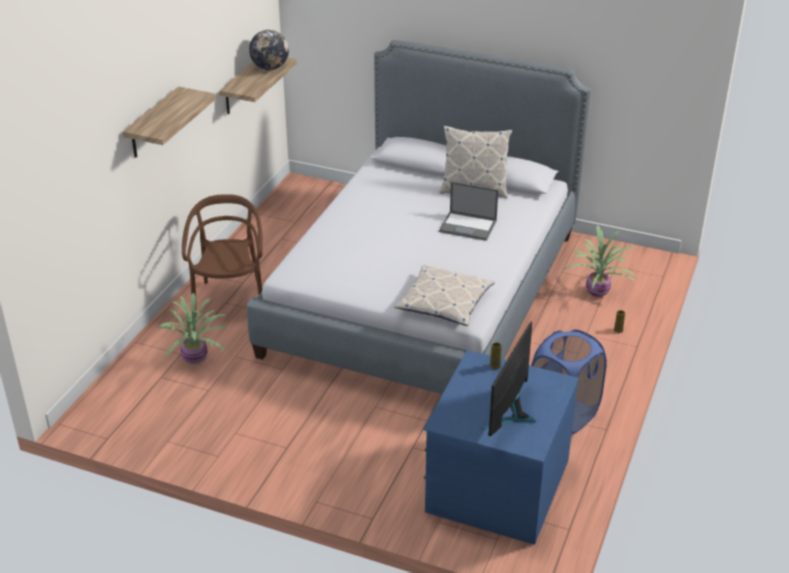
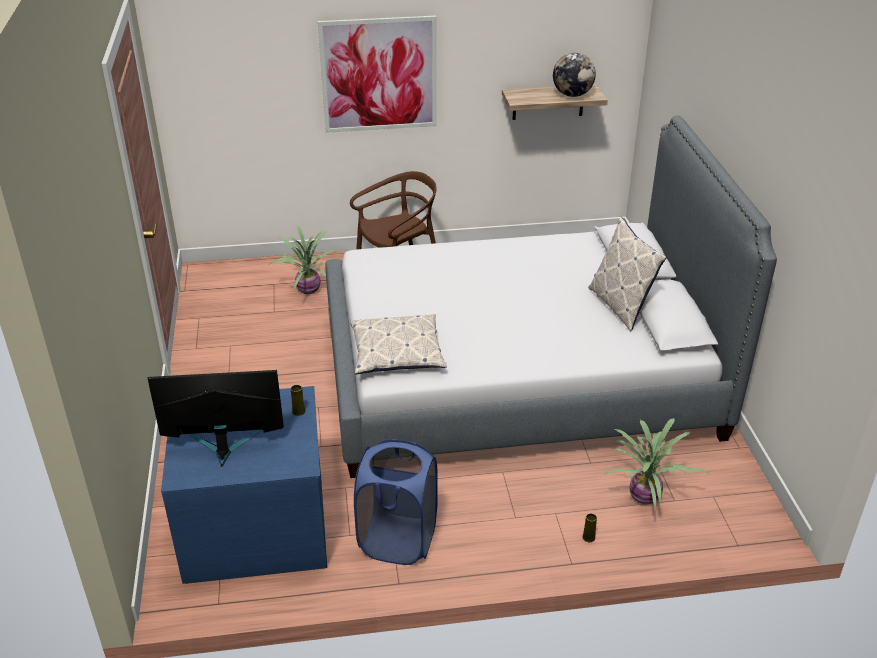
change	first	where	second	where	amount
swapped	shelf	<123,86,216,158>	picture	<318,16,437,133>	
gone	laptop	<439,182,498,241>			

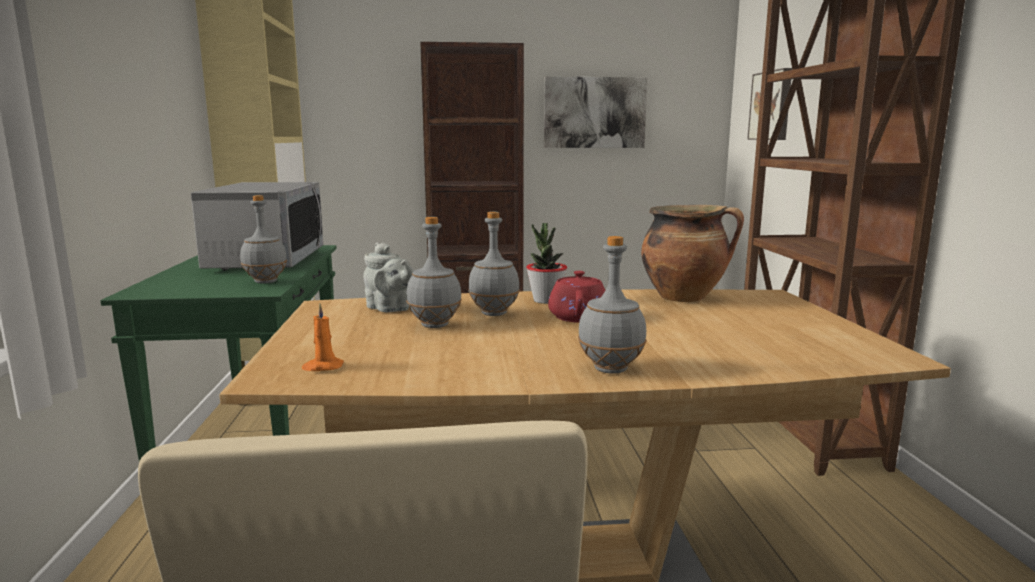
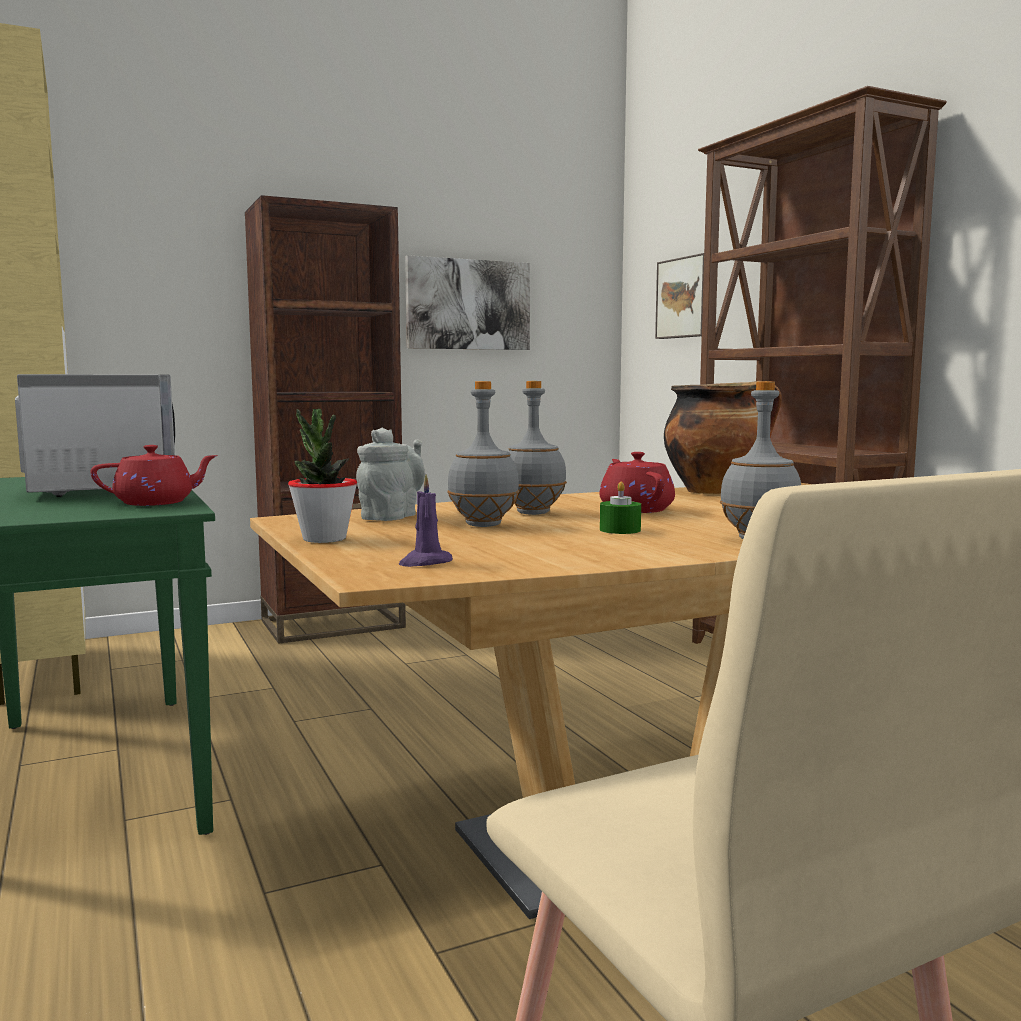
change	first	where	second	where	amount
swapped	bottle (grey)	<240,195,287,283>	teapot (red)	<91,445,218,506>	
shifted	potted plant	<526,223,567,304>		<288,409,357,543>	
rotated	teapot (grey)	<364,243,414,312>		<356,428,425,521>	90 degrees counterclockwise
repainted	candle (orange)	<302,304,344,371>	candle (purple)	<399,474,453,567>	
new			candle (green)	<600,482,641,534>	

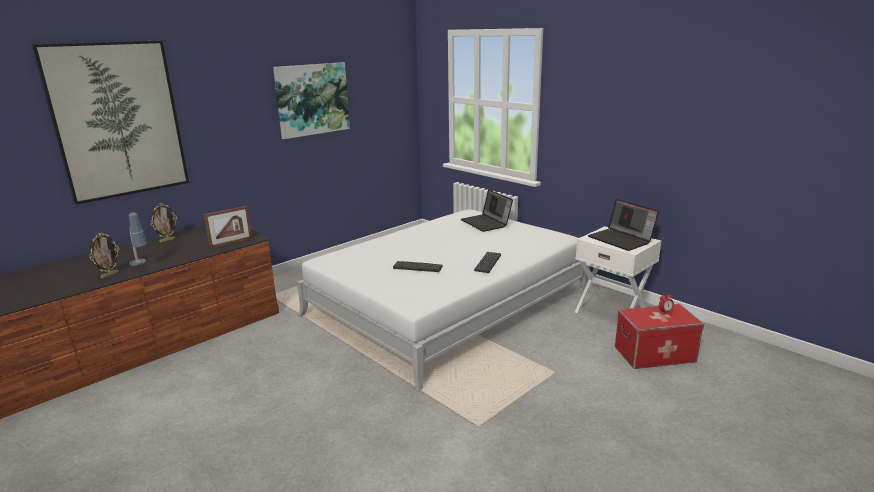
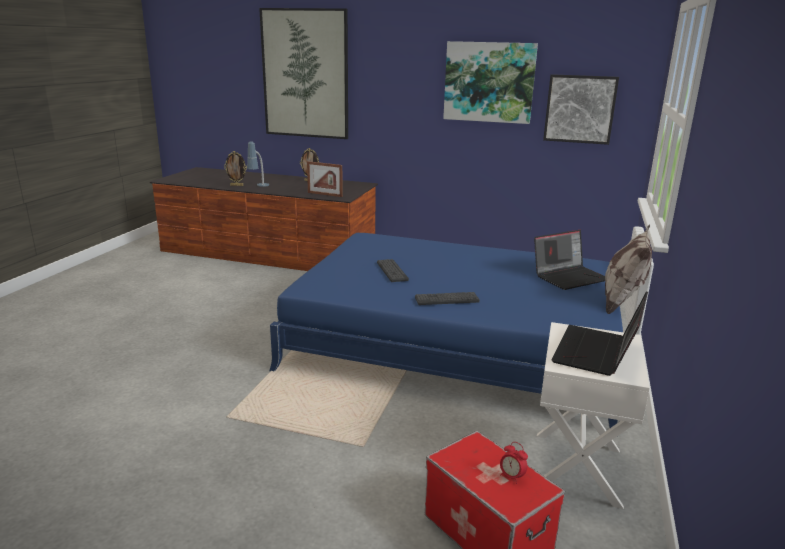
change	first	where	second	where	amount
repainted	bed (white)	<297,209,590,392>	bed (blue)	<269,233,623,437>	
rotated	laptop	<461,189,513,232>		<534,230,605,290>	150 degrees counterclockwise
new			picture	<543,74,619,145>	
new			pillow	<605,224,652,314>	

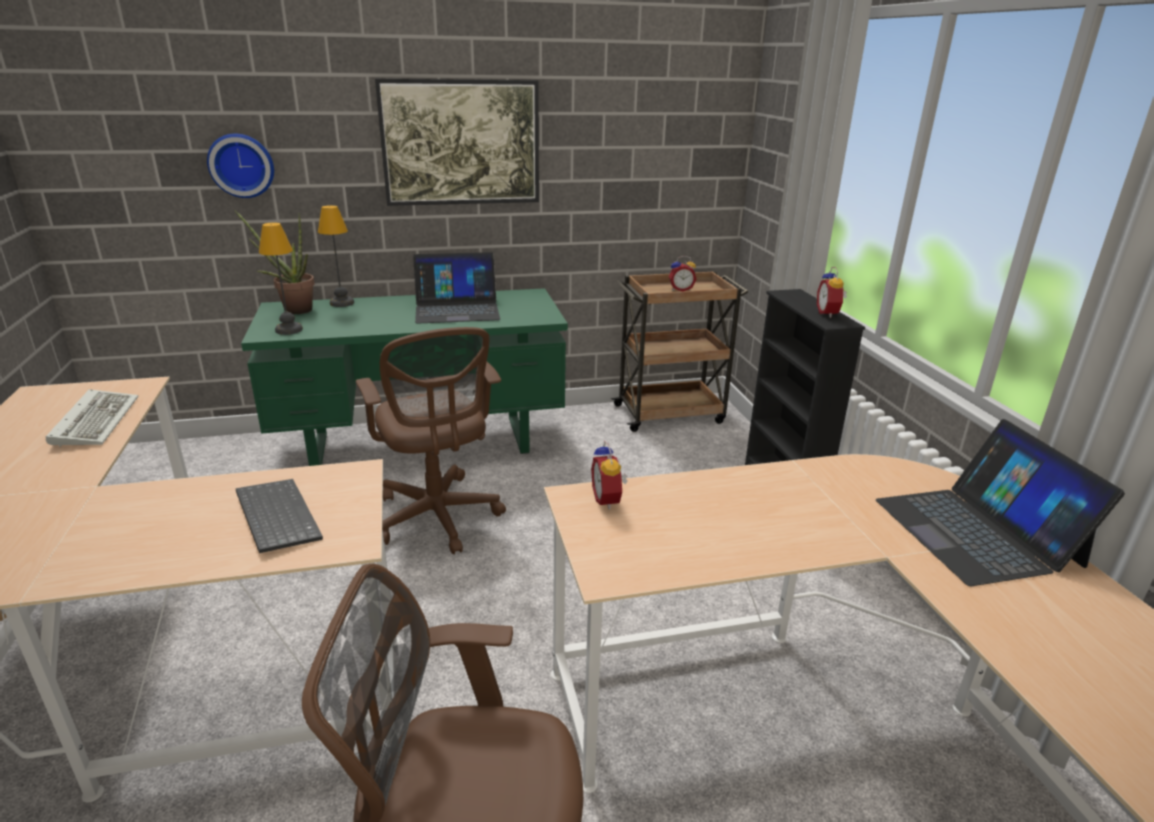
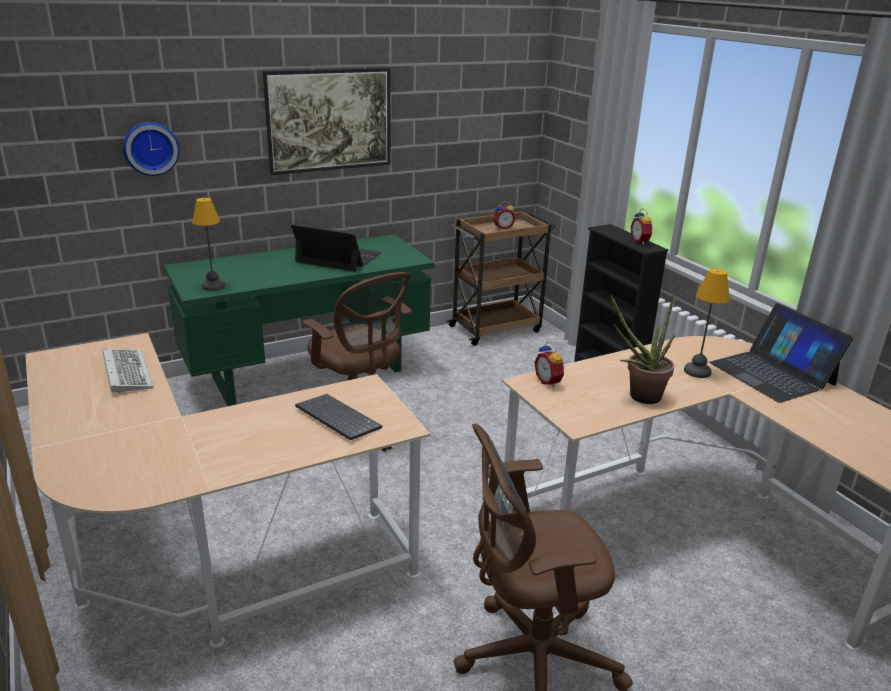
change	first	where	second	where	amount
rotated	laptop	<413,252,500,324>		<291,223,382,272>	135 degrees counterclockwise
shifted	potted plant	<234,210,315,314>		<610,290,675,404>	
shifted	table lamp	<318,205,354,307>		<684,268,730,378>	

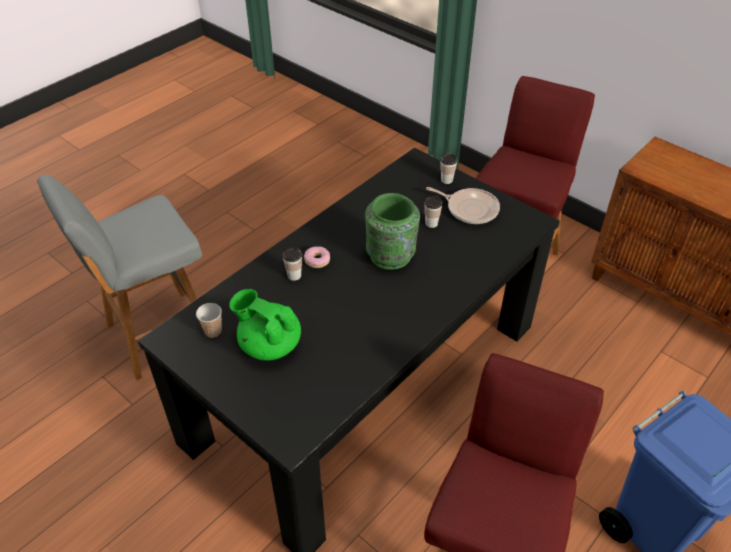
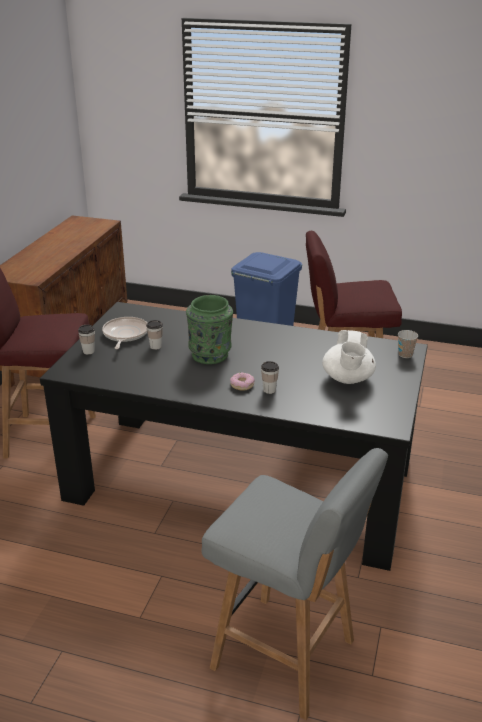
change	first	where	second	where	amount
repainted	teapot (green)	<229,289,301,361>	teapot (white)	<322,330,376,384>	
shifted	cup	<196,303,222,338>		<398,330,418,358>	

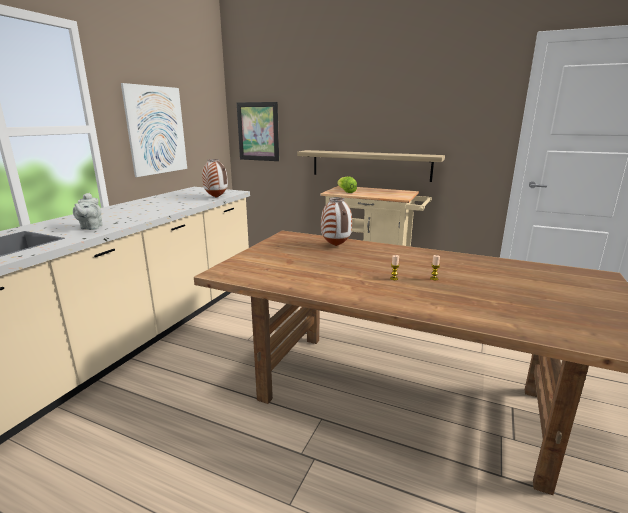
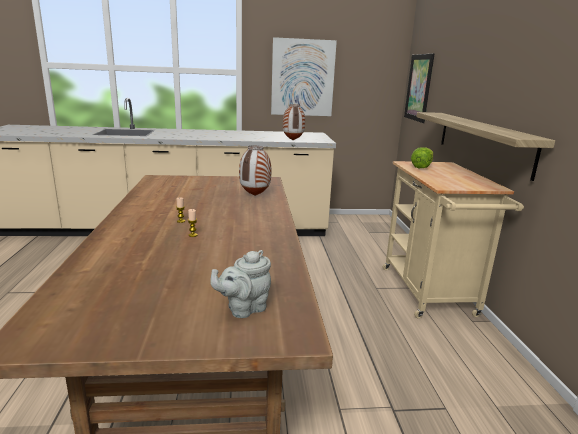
change	first	where	second	where	amount
shifted	teapot (grey)	<73,193,103,230>		<210,250,271,318>	

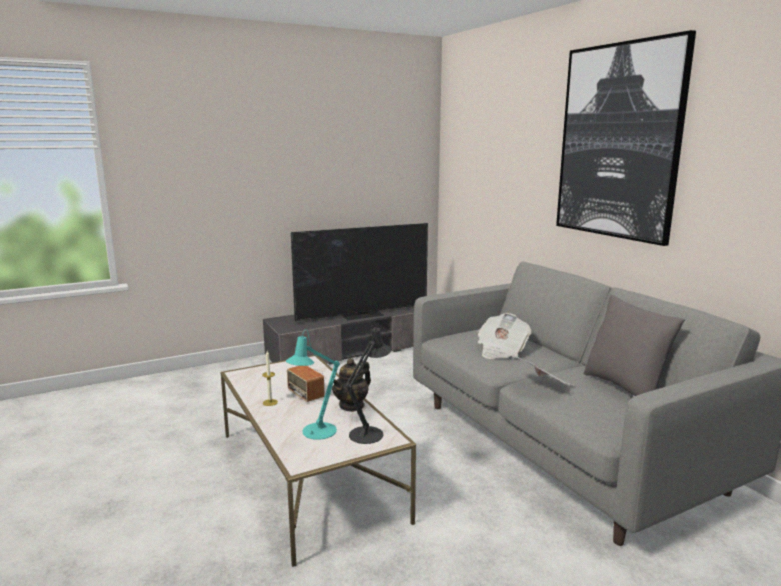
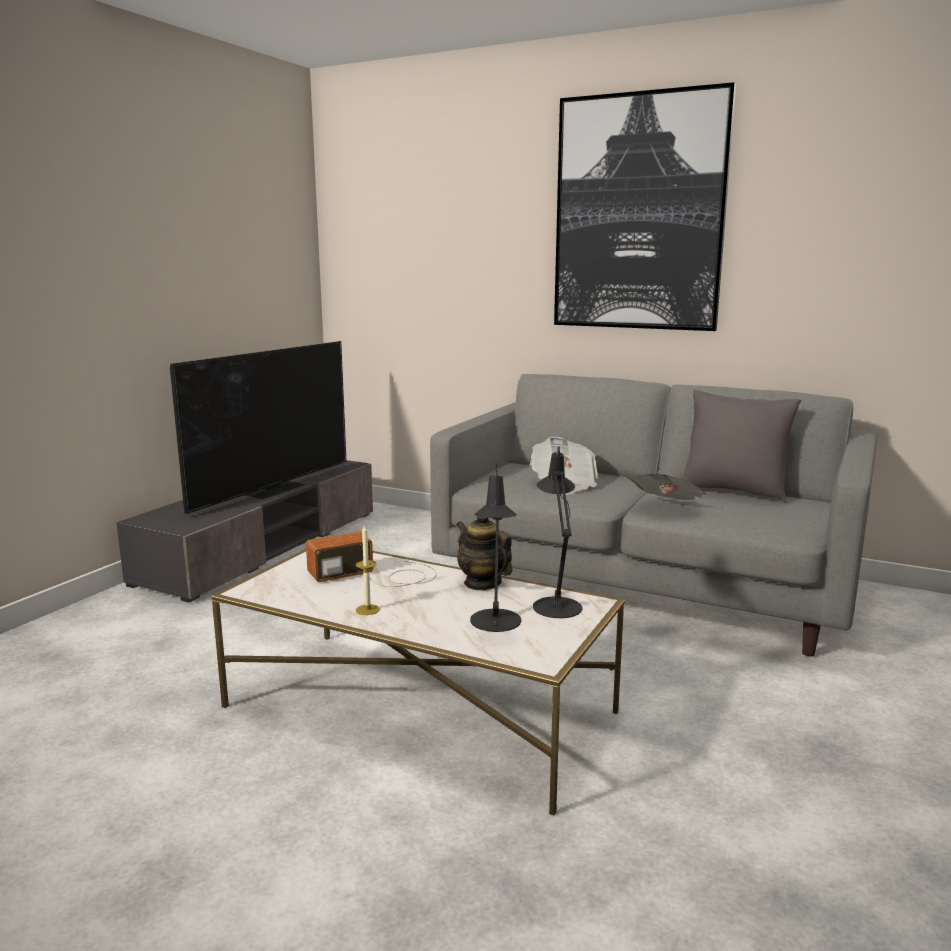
change	first	where	second	where	amount
rotated	radio	<287,366,326,402>		<306,532,437,587>	135 degrees clockwise
rotated	teapot	<332,358,371,412>		<456,516,512,590>	135 degrees clockwise
repainted	table lamp (turquoise)	<286,329,340,440>	table lamp (black)	<470,464,521,632>	

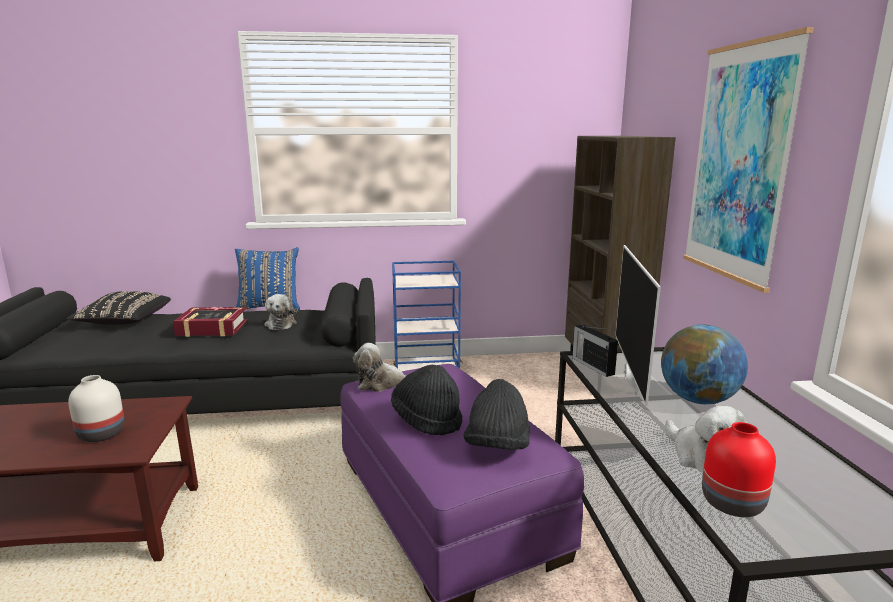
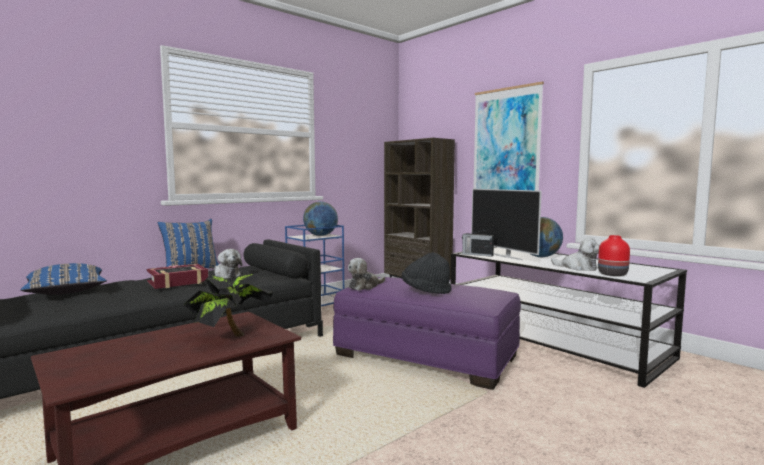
change	first	where	second	where	amount
repainted	pillow (black)	<67,291,171,325>	pillow (blue)	<20,263,107,295>	
swapped	vase (white)	<68,375,124,442>	potted plant	<183,273,273,336>	
new			globe	<303,202,338,236>	
gone	hat (black)	<463,379,530,450>			

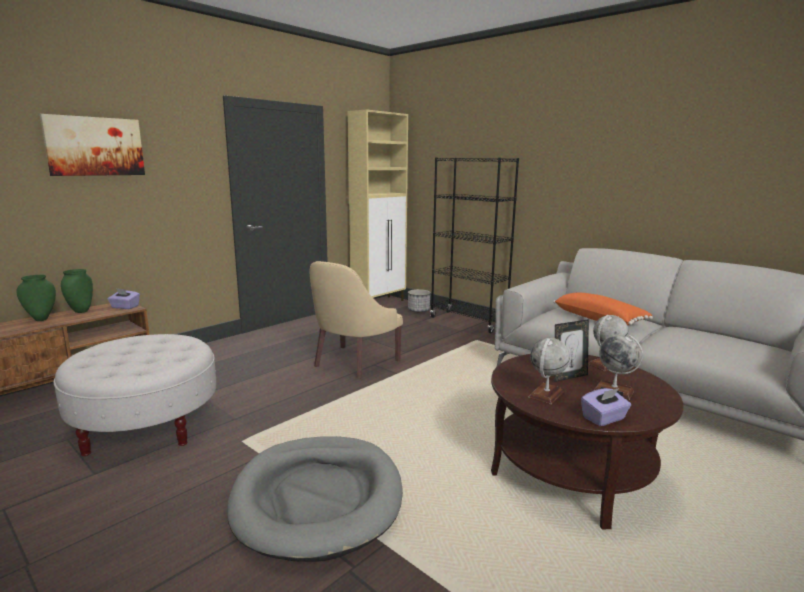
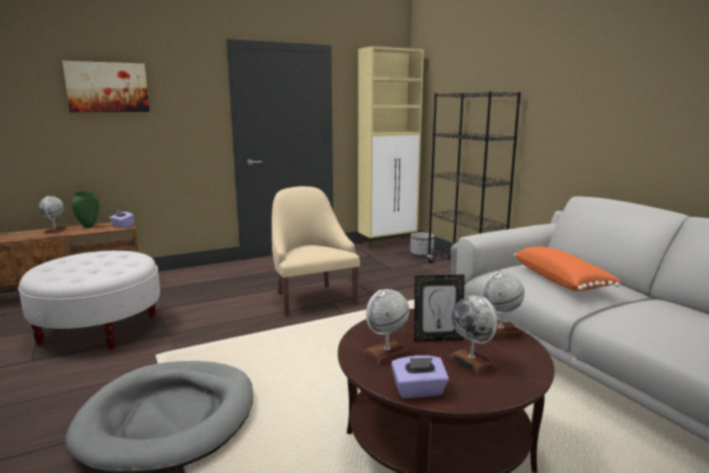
change	first	where	second	where	amount
swapped	vase (green)	<16,275,56,321>	globe	<38,196,66,234>	
rotated	armchair (beige)	<309,261,403,379>		<272,186,360,316>	105 degrees clockwise

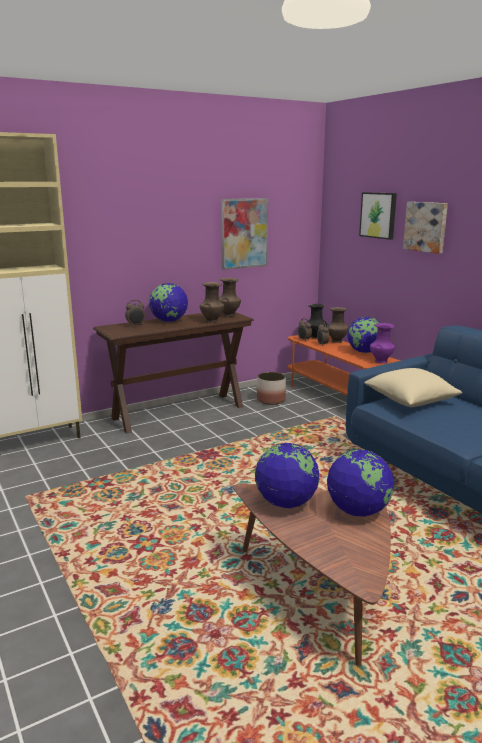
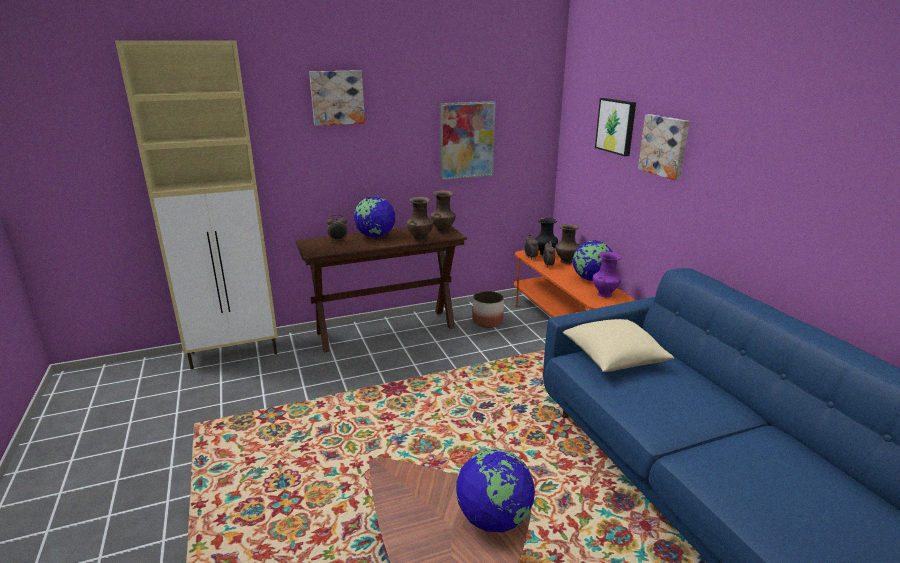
change	first	where	second	where	amount
new			picture	<309,70,365,126>	
gone	globe	<255,443,320,508>			

